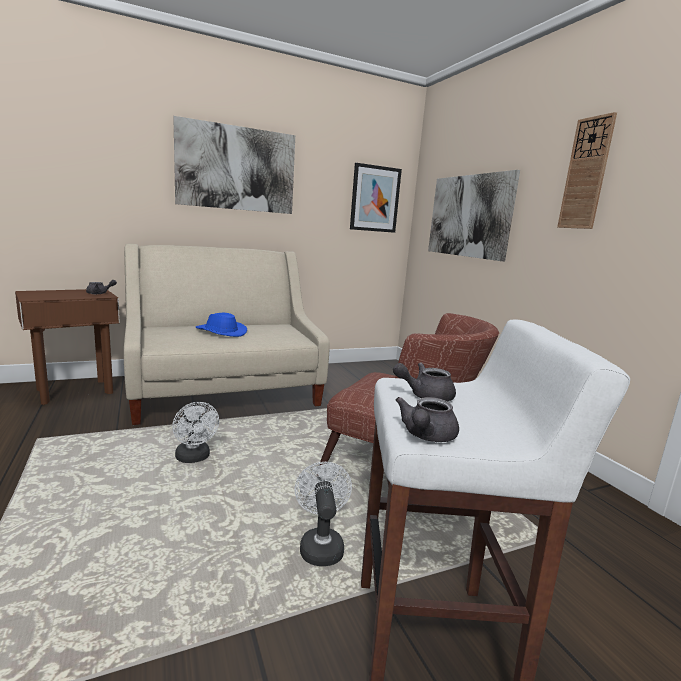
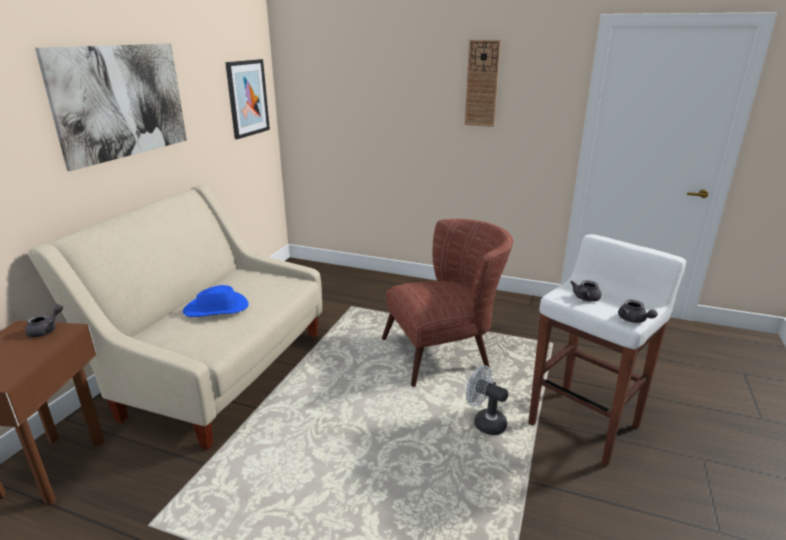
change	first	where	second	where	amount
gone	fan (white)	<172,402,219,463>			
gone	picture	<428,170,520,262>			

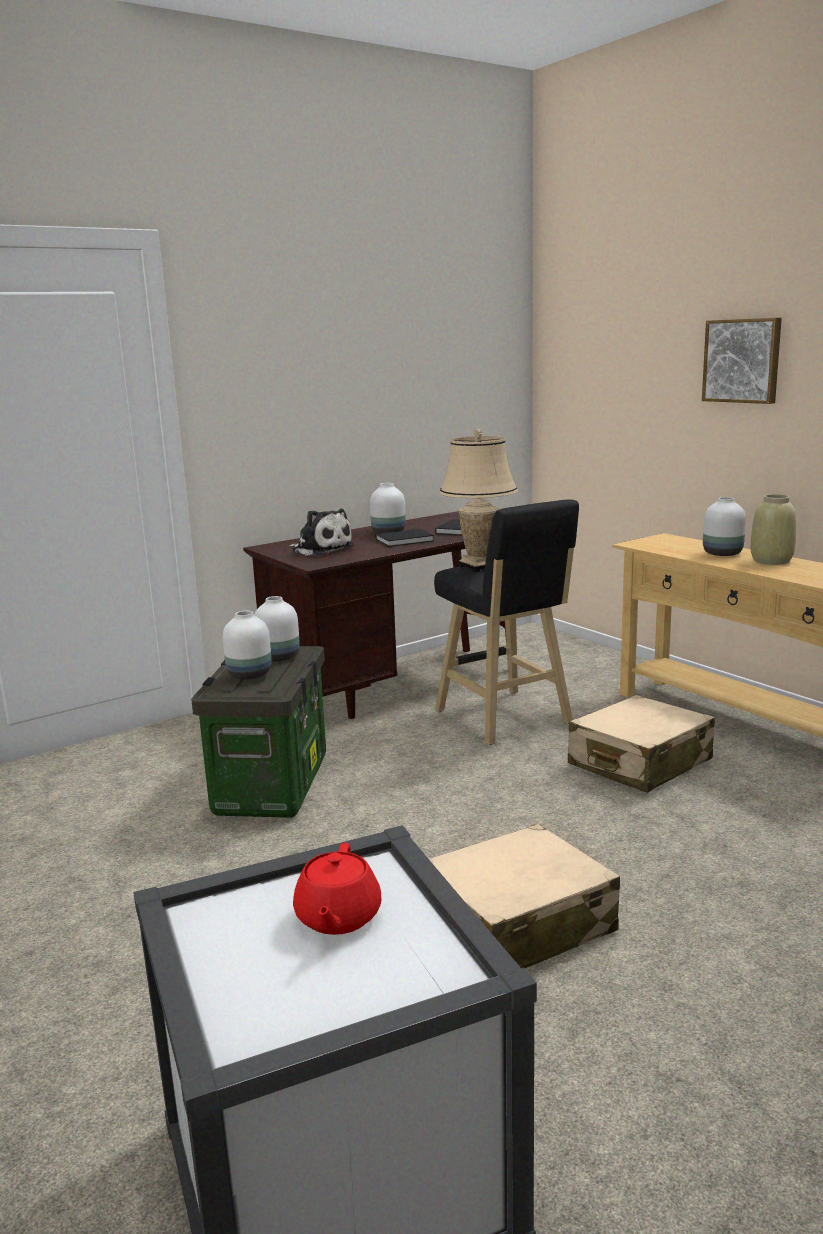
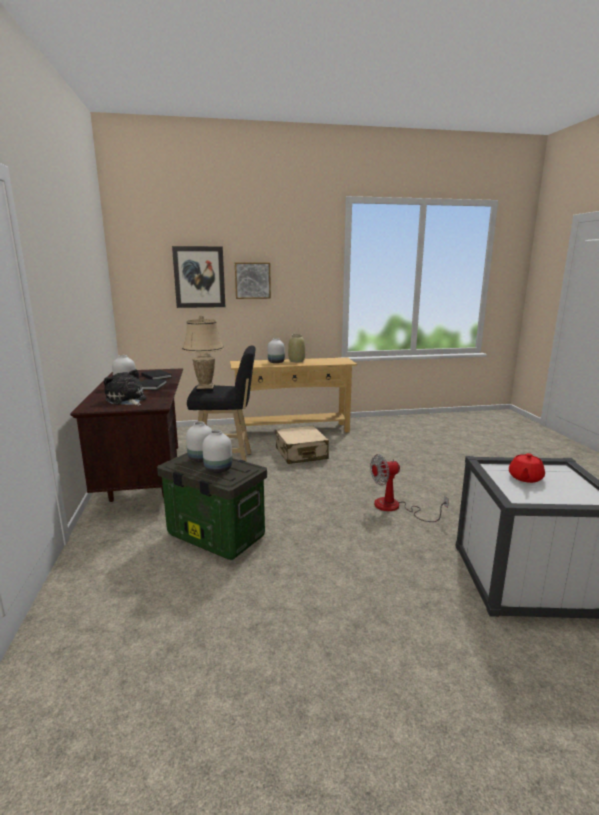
change	first	where	second	where	amount
rotated	plush toy	<289,509,354,556>		<104,369,146,406>	105 degrees counterclockwise
new			picture	<172,246,225,308>	
swapped	suitcase (beige)	<428,824,620,968>	fan	<370,454,449,522>	
rotated	teapot (red)	<293,843,381,935>		<509,453,545,483>	90 degrees clockwise

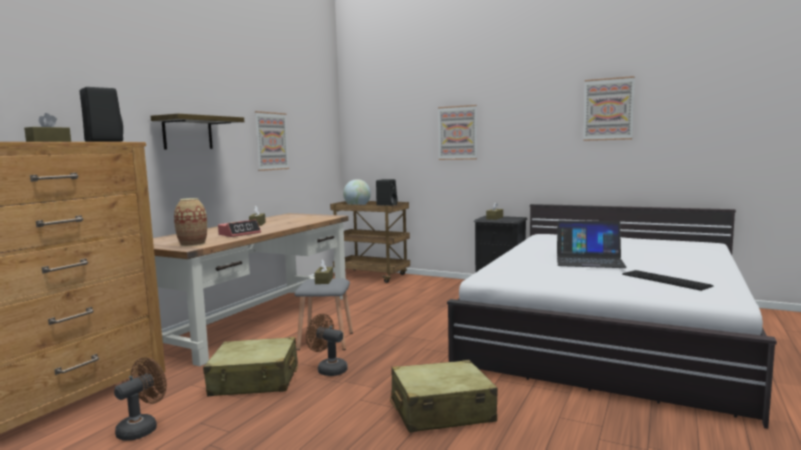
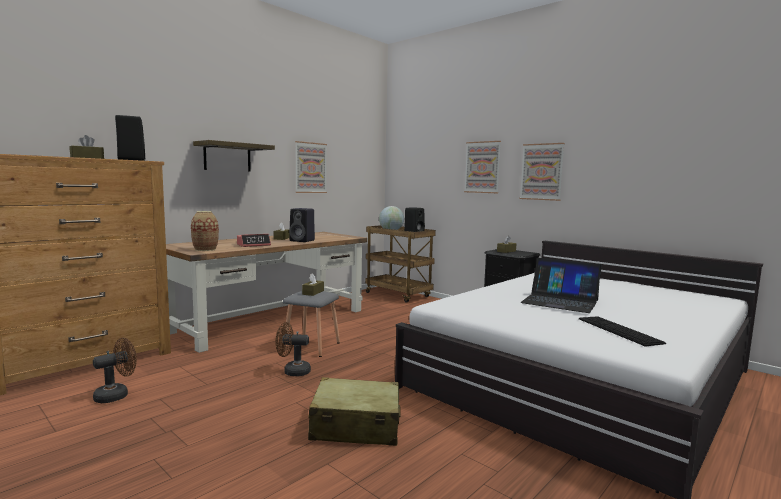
change	first	where	second	where	amount
rotated	fan (brown)	<306,314,348,376>		<275,322,311,376>	45 degrees counterclockwise
new			speaker (black)	<289,208,315,242>	
shifted	picture	<583,76,635,141>		<520,143,565,201>	
gone	suitcase (beige)	<203,337,298,396>			

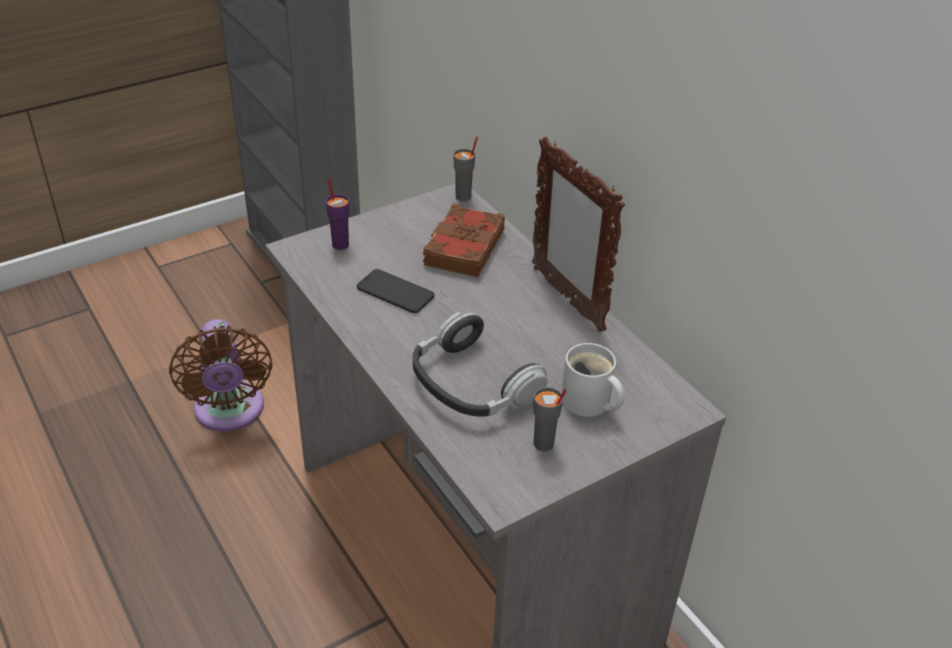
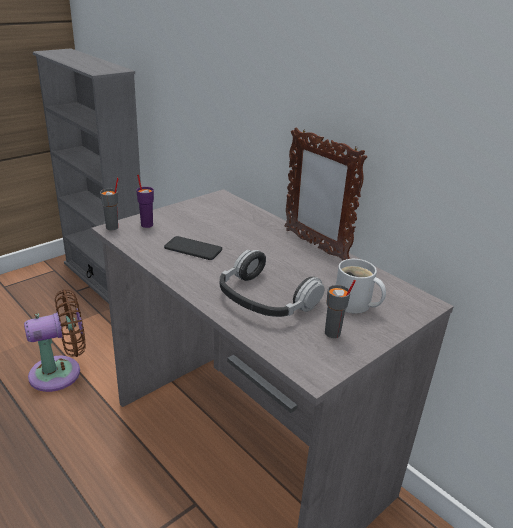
change	first	where	second	where	amount
rotated	fan (brown)	<169,319,273,431>		<24,289,86,392>	90 degrees counterclockwise
shifted	cup (grey)	<453,137,478,202>		<100,178,119,230>	
gone	book (brown)	<423,204,505,277>			

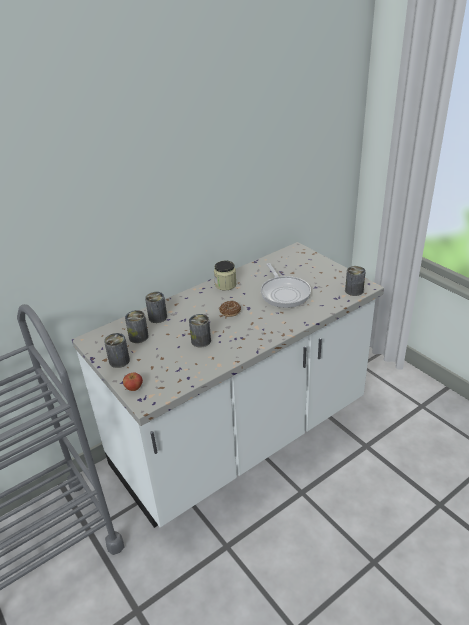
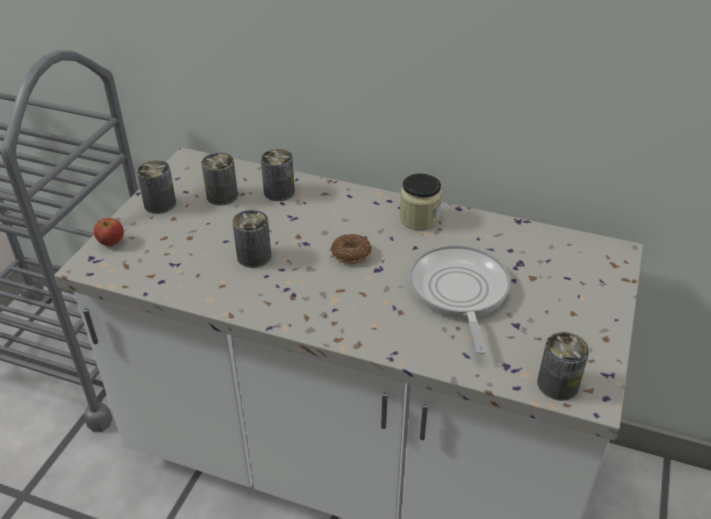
change	first	where	second	where	amount
rotated	frying pan	<261,263,311,308>		<409,245,511,354>	135 degrees clockwise

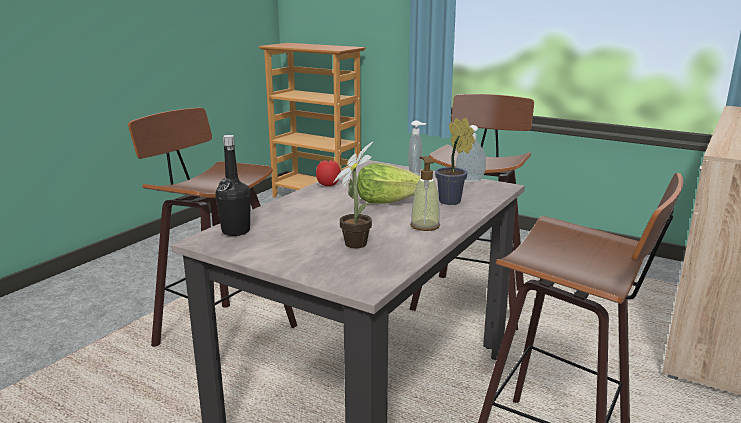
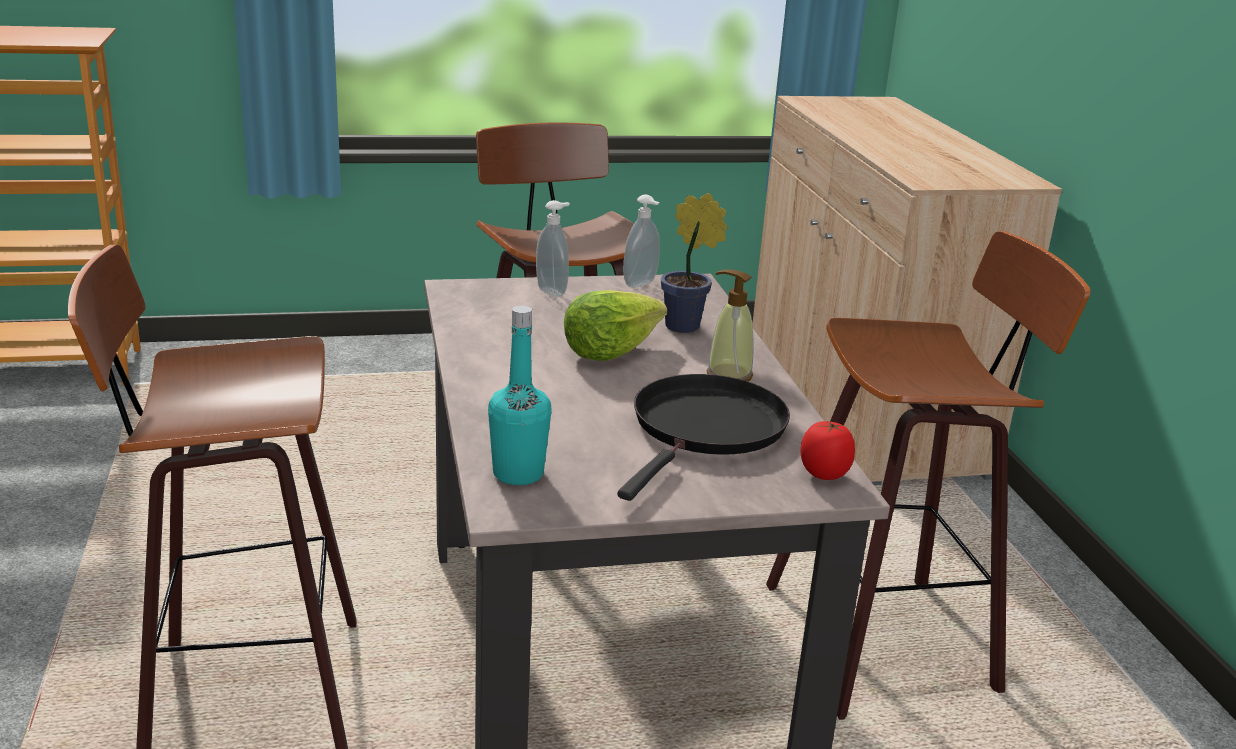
change	first	where	second	where	amount
repainted	bottle (black)	<215,135,251,236>	bottle (turquoise)	<488,306,551,485>	
swapped	potted plant	<333,141,374,248>	frying pan (black)	<617,374,790,501>	
shifted	tomato	<316,160,341,186>		<800,421,855,480>	

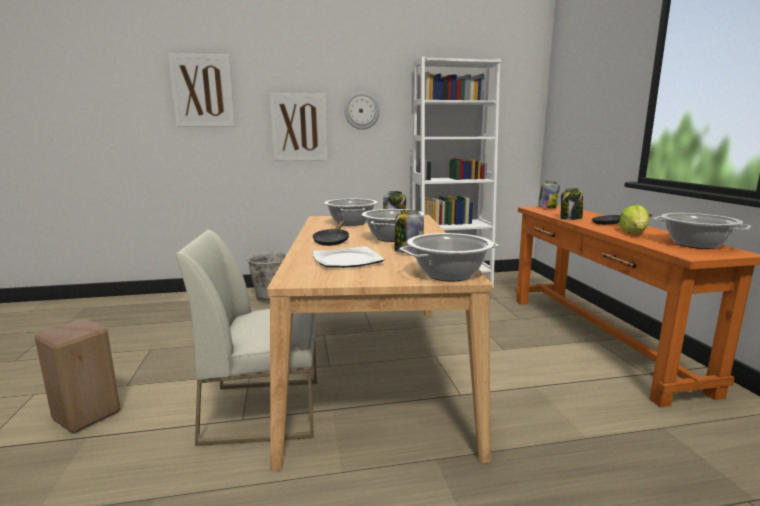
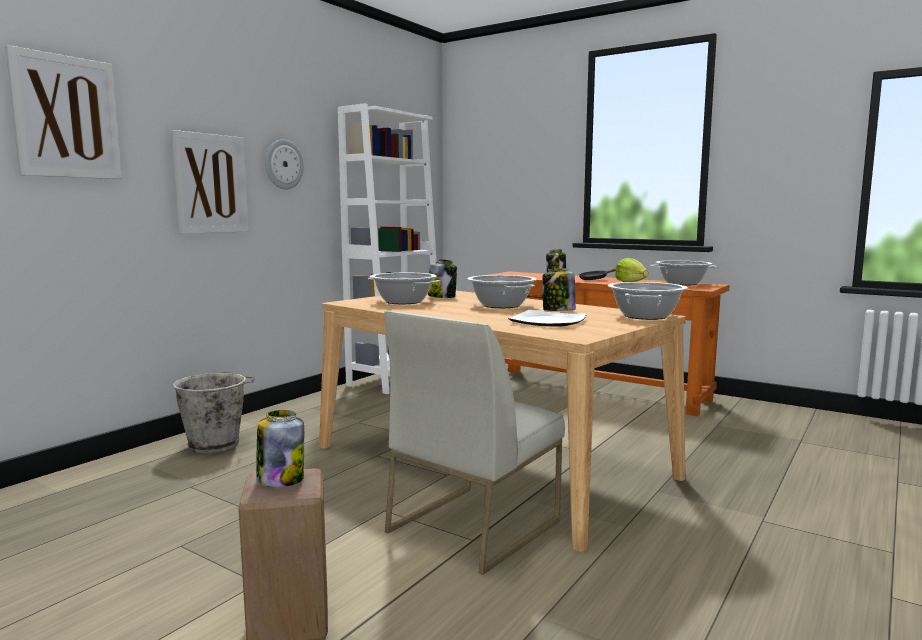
change	first	where	second	where	amount
shifted	jar	<538,181,560,208>		<256,410,304,487>	
gone	frying pan (black)	<313,220,349,246>			

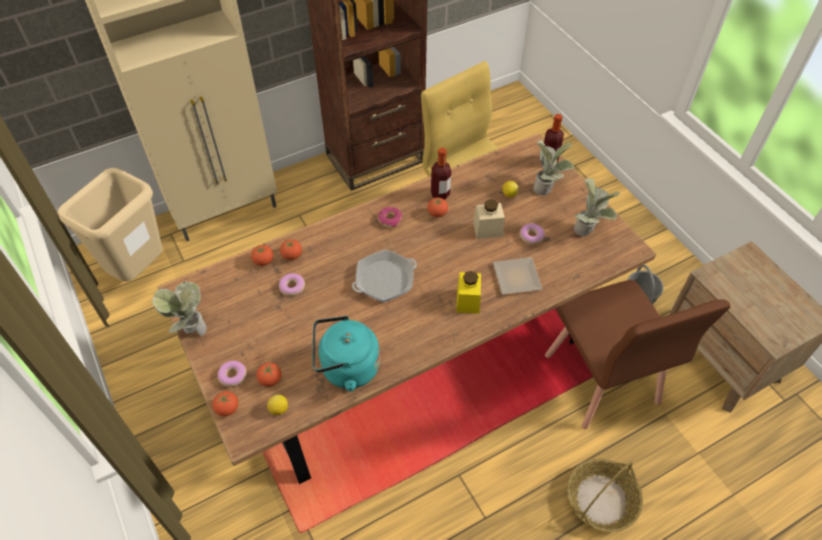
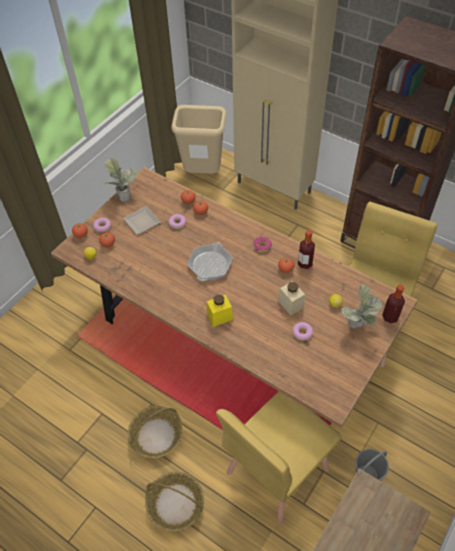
change	first	where	second	where	amount
shifted	plate	<493,257,542,295>		<123,206,161,235>	
new			basket	<128,406,183,458>	
rotated	frying pan	<352,250,417,302>		<187,242,233,281>	75 degrees clockwise
repainted	chair (brown)	<545,280,731,430>	chair (yellow)	<216,392,342,524>	
gone	kettle (turquoise)	<312,316,380,392>			
gone	potted plant	<574,178,620,236>			

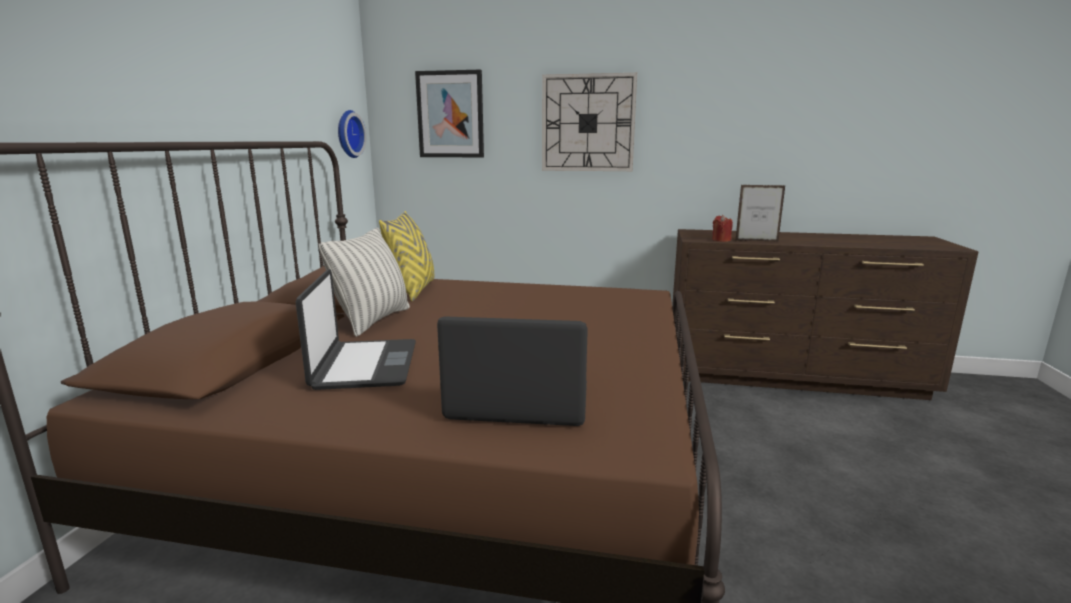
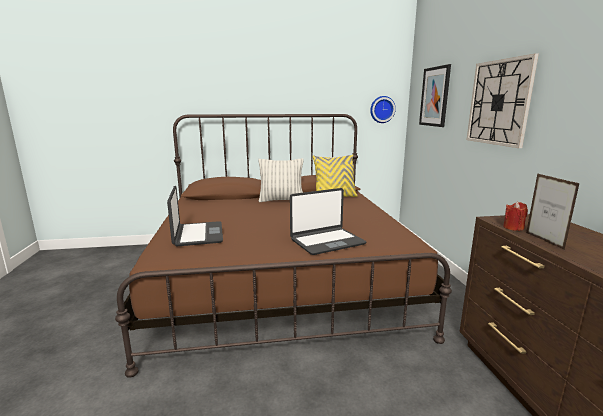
change	first	where	second	where	amount
shifted	laptop	<295,269,416,390>		<290,188,366,255>	

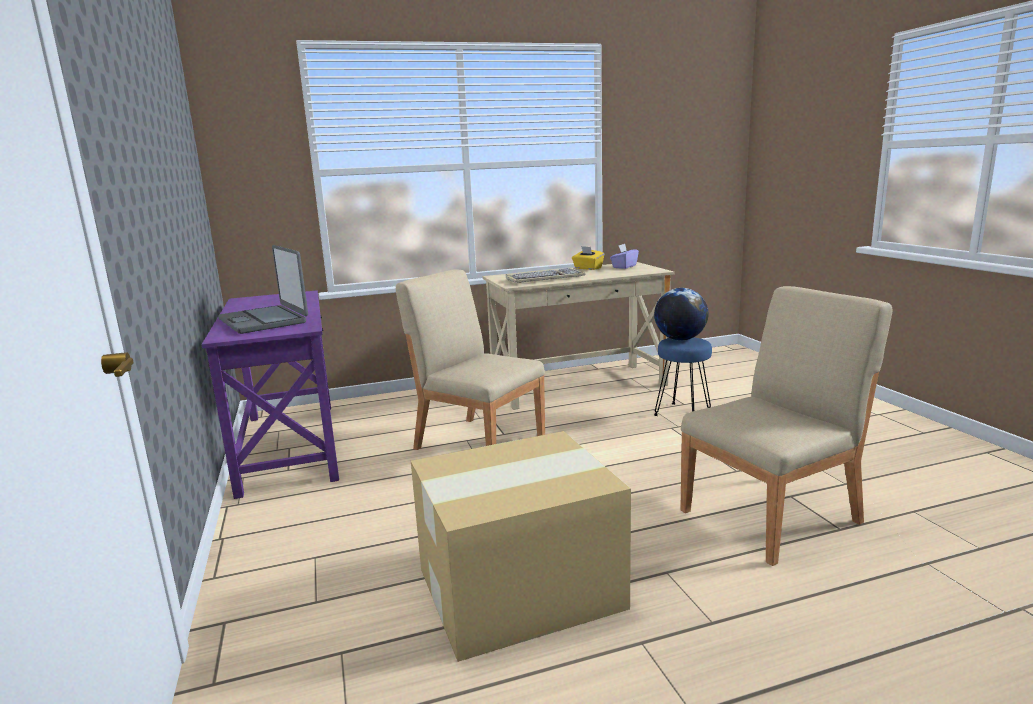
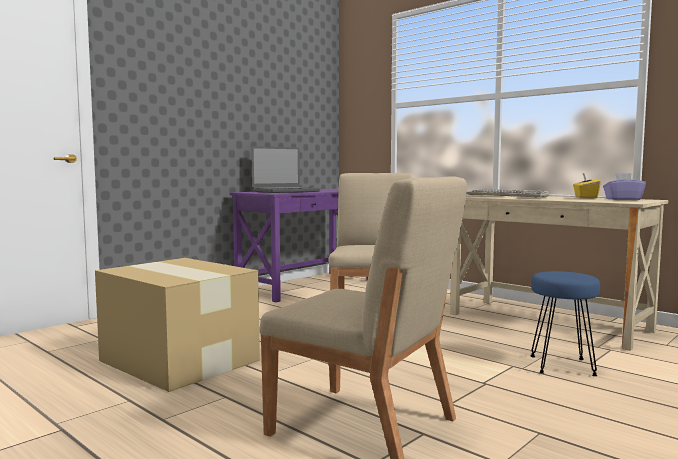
change	first	where	second	where	amount
rotated	laptop	<218,245,308,334>		<251,146,320,193>	150 degrees counterclockwise
gone	globe	<654,288,708,340>			

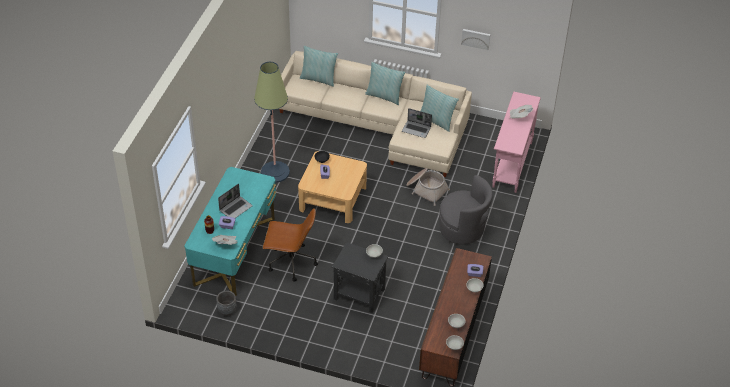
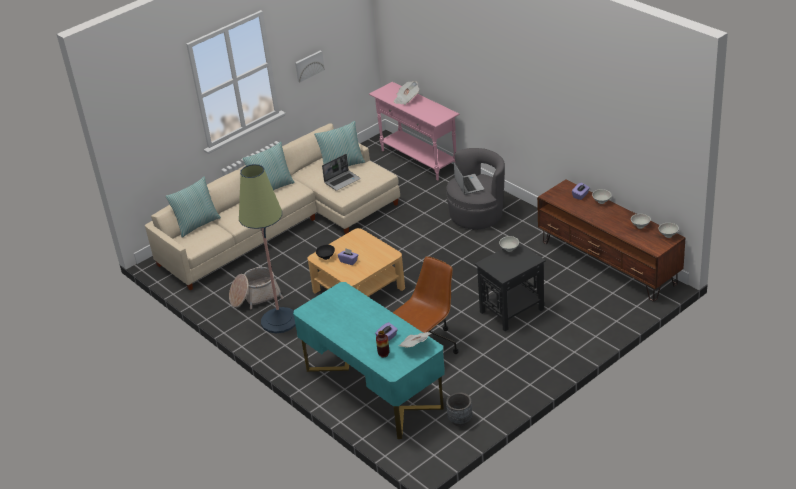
change	first	where	second	where	amount
shifted	basket	<406,168,450,206>		<229,267,283,309>	
shifted	laptop	<218,184,253,218>		<454,162,485,195>	

